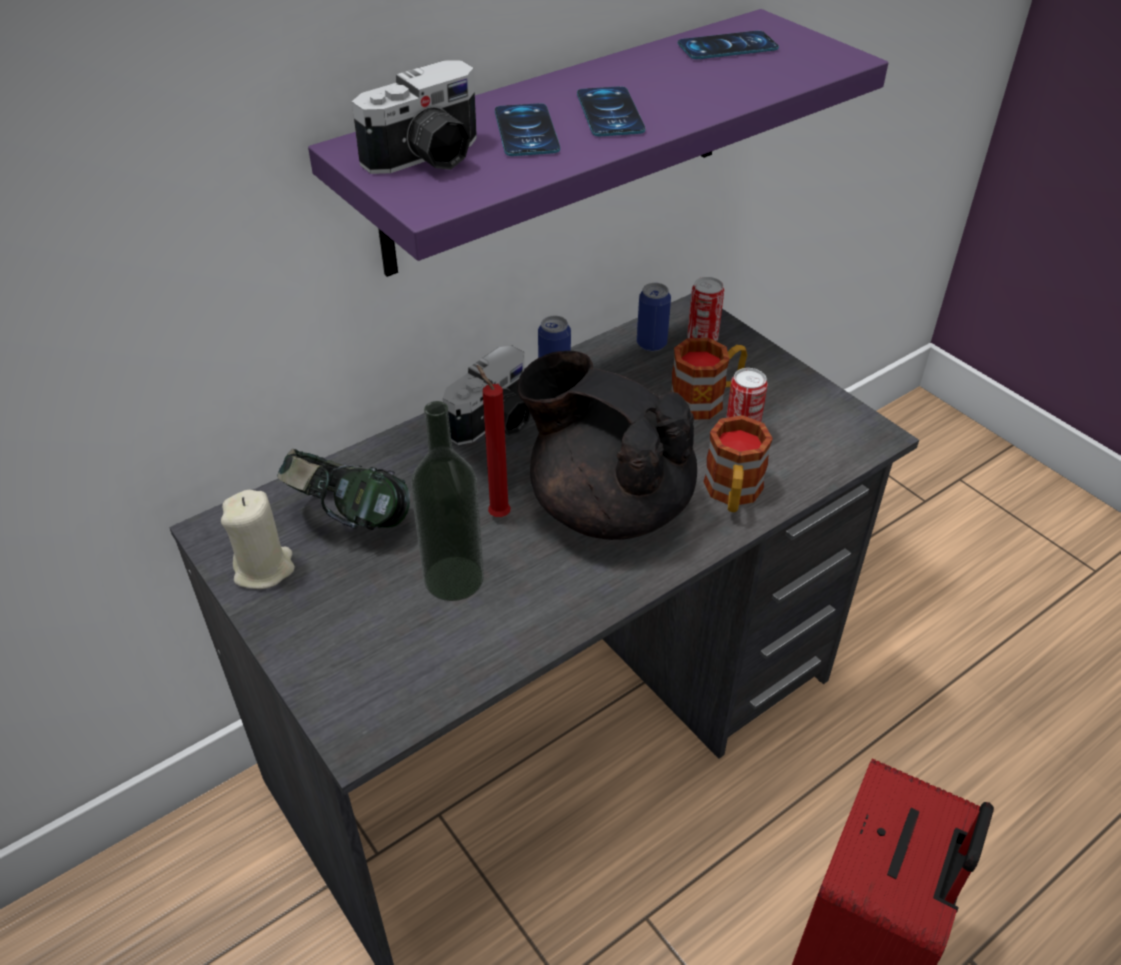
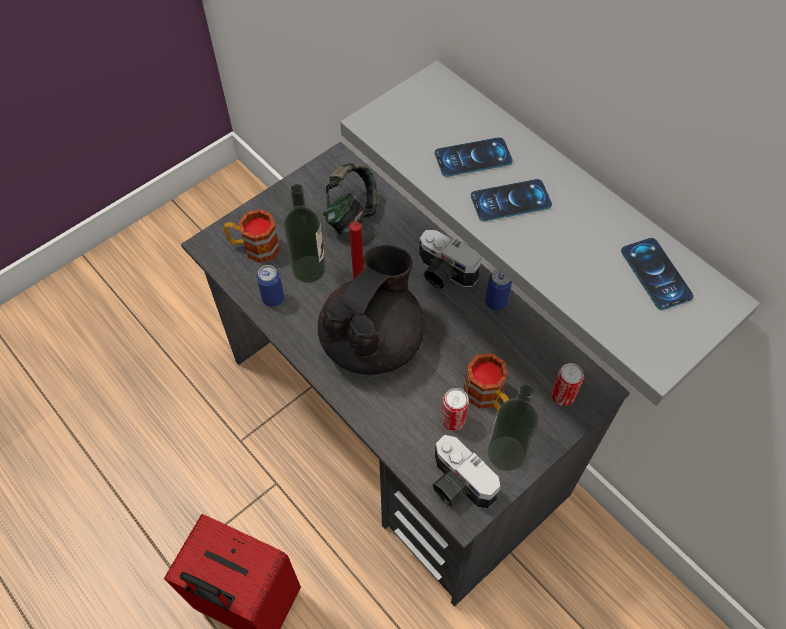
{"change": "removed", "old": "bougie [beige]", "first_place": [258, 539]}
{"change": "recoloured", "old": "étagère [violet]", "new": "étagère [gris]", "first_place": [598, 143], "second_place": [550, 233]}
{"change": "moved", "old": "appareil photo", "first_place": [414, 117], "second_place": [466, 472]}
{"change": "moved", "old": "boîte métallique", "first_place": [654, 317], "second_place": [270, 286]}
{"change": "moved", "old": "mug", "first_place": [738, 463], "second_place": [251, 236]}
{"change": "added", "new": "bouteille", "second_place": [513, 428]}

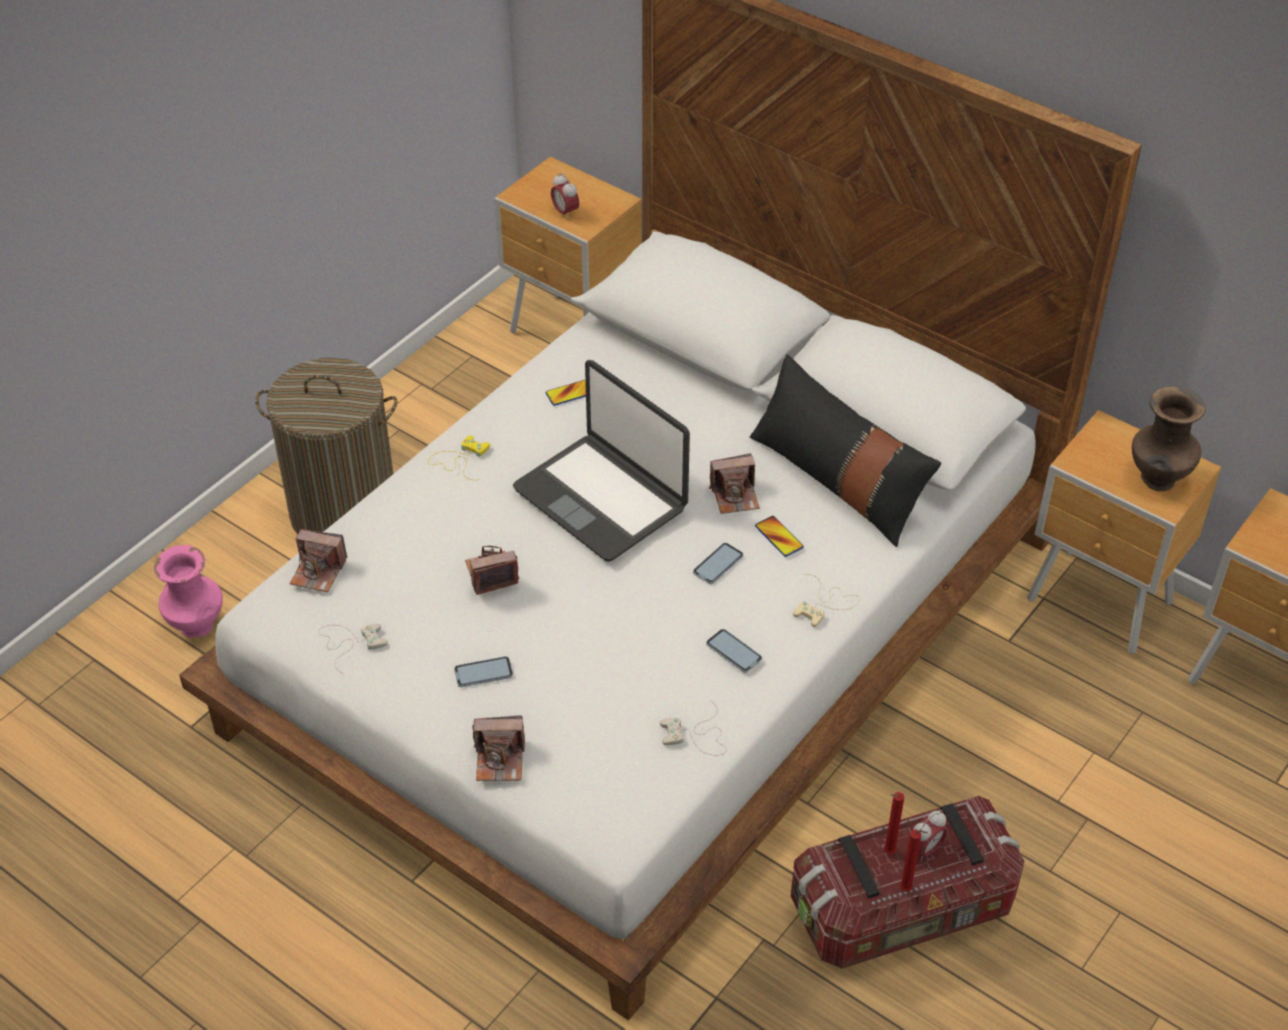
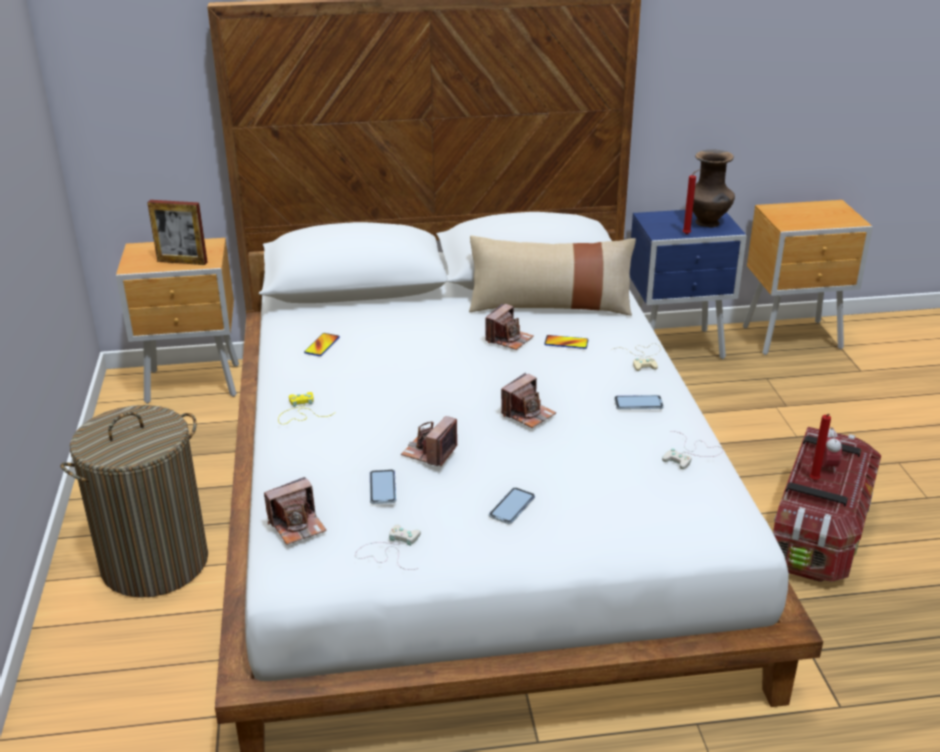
{"change": "removed", "old": "vase [rose]", "first_place": [188, 591]}
{"change": "moved", "old": "appareil photo", "first_place": [498, 748], "second_place": [528, 400]}
{"change": "removed", "old": "ordinateur portable", "first_place": [601, 461]}
{"change": "replaced", "old": "réveil", "new": "cadre photo", "first_place": [565, 196], "second_place": [177, 232]}
{"change": "moved", "old": "téléphone", "first_place": [718, 563], "second_place": [383, 487]}
{"change": "recoloured", "old": "coussin [noir]", "new": "coussin [beige]", "first_place": [845, 450], "second_place": [552, 275]}
{"change": "moved", "old": "bougie [rouge]", "first_place": [914, 861], "second_place": [691, 202]}
{"change": "recoloured", "old": "table de chevet [marron]", "new": "table de chevet [bleu]", "first_place": [1124, 532], "second_place": [688, 284]}

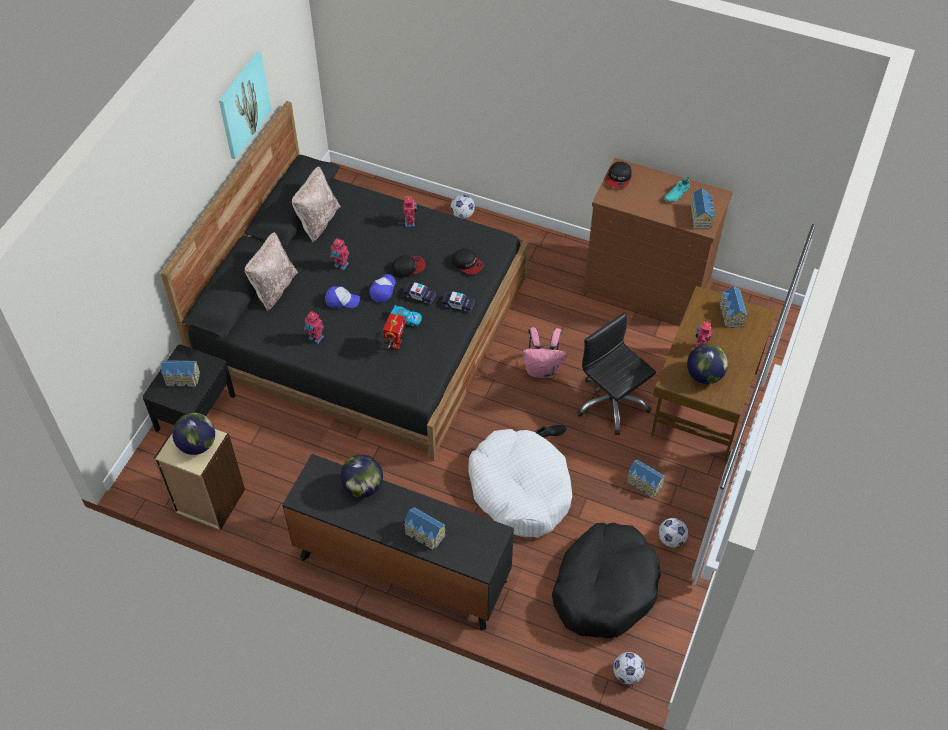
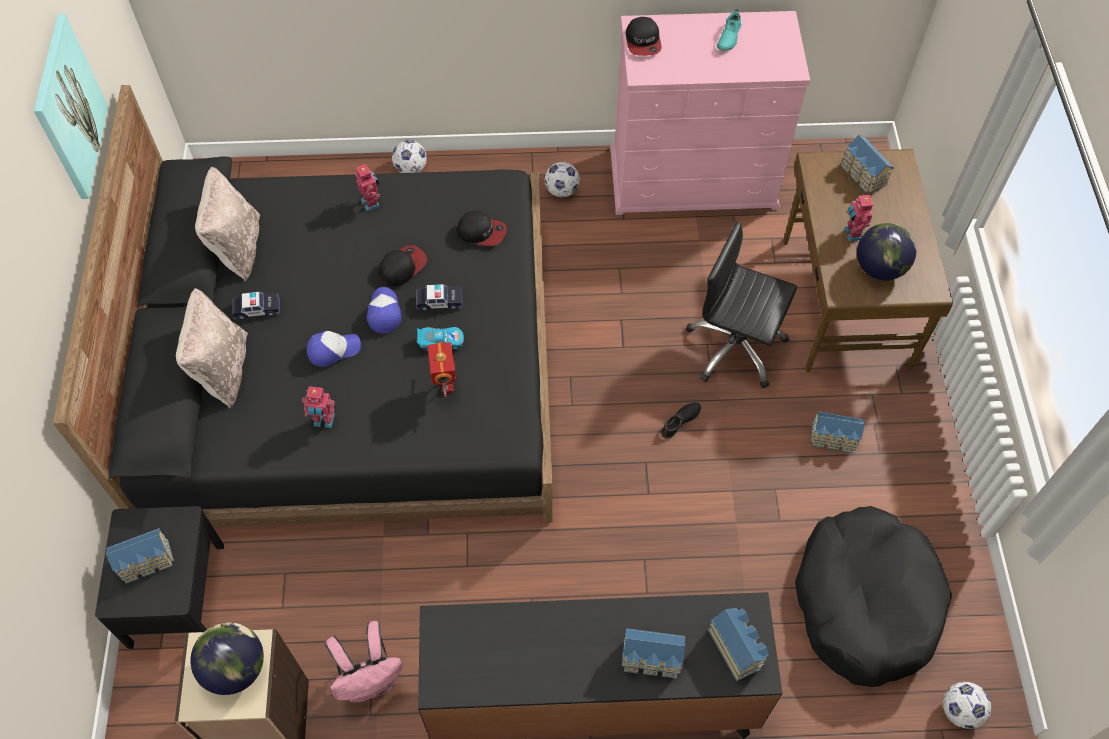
{"change": "removed", "old": "robot jouet", "first_place": [339, 254]}
{"change": "removed", "old": "globe", "first_place": [361, 476]}
{"change": "moved", "old": "petite voiture", "first_place": [458, 301], "second_place": [256, 306]}
{"change": "removed", "old": "panier pour chien [blanc]", "first_place": [520, 483]}
{"change": "moved", "old": "sac à dos [rose]", "first_place": [545, 352], "second_place": [364, 661]}
{"change": "recoloured", "old": "commode [marron]", "new": "commode [rose]", "first_place": [657, 240], "second_place": [710, 113]}
{"change": "moved", "old": "ballon de foot", "first_place": [673, 533], "second_place": [562, 180]}
{"change": "moved", "old": "maison miniature", "first_place": [702, 208], "second_place": [738, 645]}

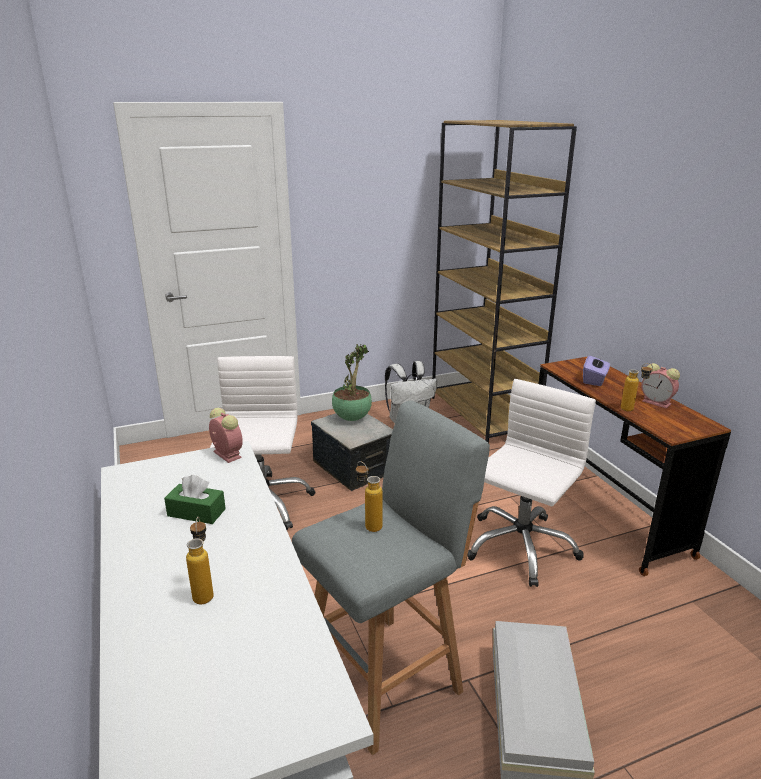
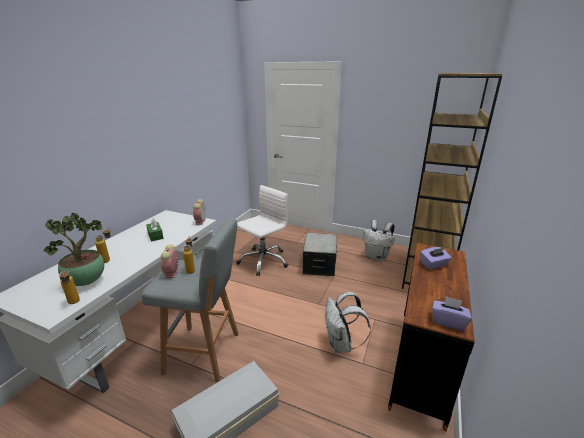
{"change": "moved", "old": "plante en pot", "first_place": [352, 382], "second_place": [73, 249]}
{"change": "replaced", "old": "chaise de bureau [blanc]", "new": "sac à dos [blanc]", "first_place": [531, 483], "second_place": [348, 322]}
{"change": "moved", "old": "bouteille", "first_place": [637, 387], "second_place": [69, 287]}
{"change": "moved", "old": "réveil", "first_place": [660, 386], "second_place": [170, 261]}
{"change": "added", "new": "boîte à mouchoirs [violet]", "second_place": [452, 313]}

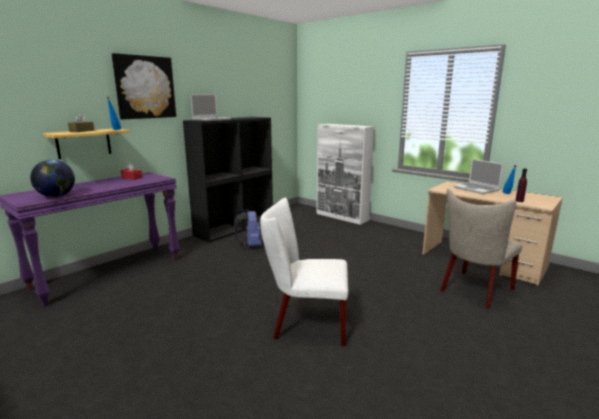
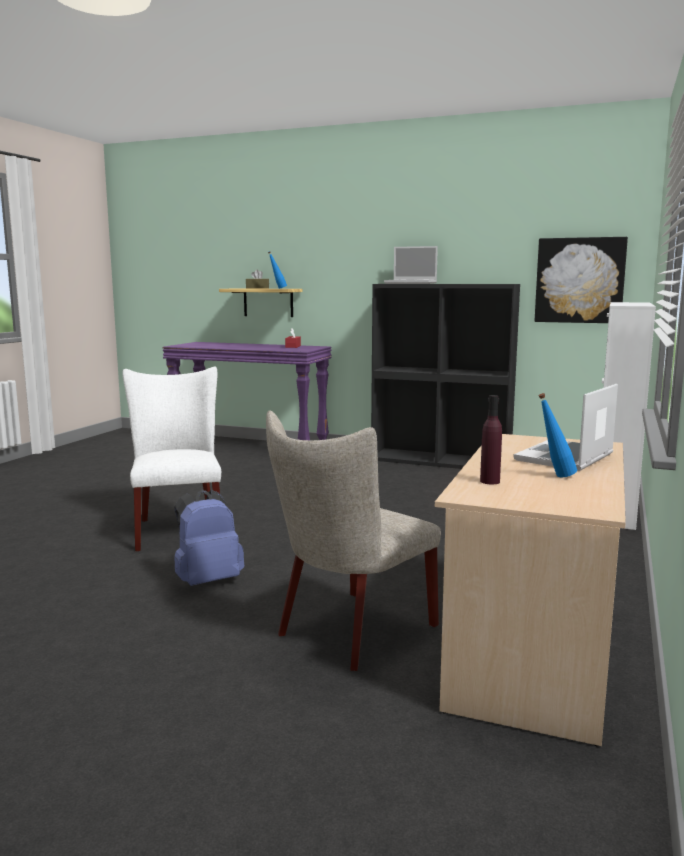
{"change": "removed", "old": "globe", "first_place": [52, 178]}
{"change": "moved", "old": "tableau", "first_place": [144, 86], "second_place": [581, 280]}
{"change": "moved", "old": "sac à dos [bleu]", "first_place": [247, 228], "second_place": [209, 538]}
{"change": "turned", "old": "chaise [beige]", "first_place": [481, 249], "second_place": [353, 540], "degrees": -75}

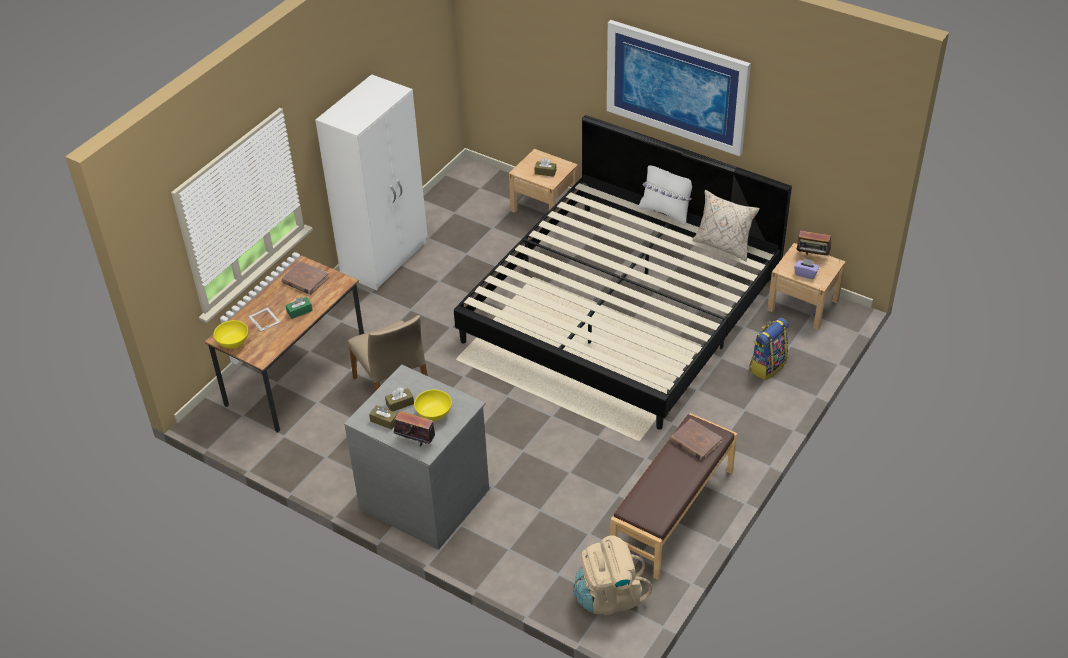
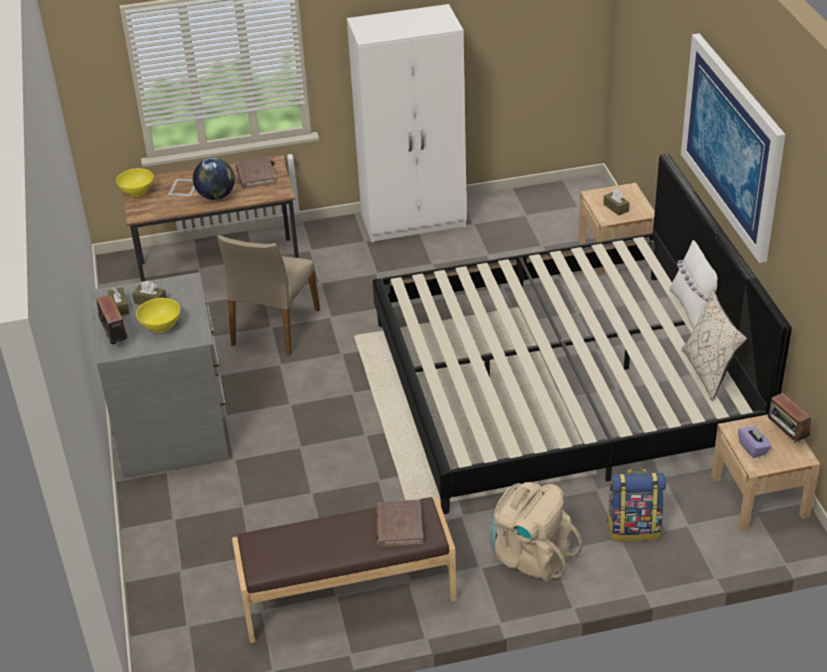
{"change": "replaced", "old": "boîte à mouchoirs [vert]", "new": "globe", "first_place": [299, 308], "second_place": [214, 179]}
{"change": "moved", "old": "sac à dos [beige]", "first_place": [612, 575], "second_place": [536, 532]}

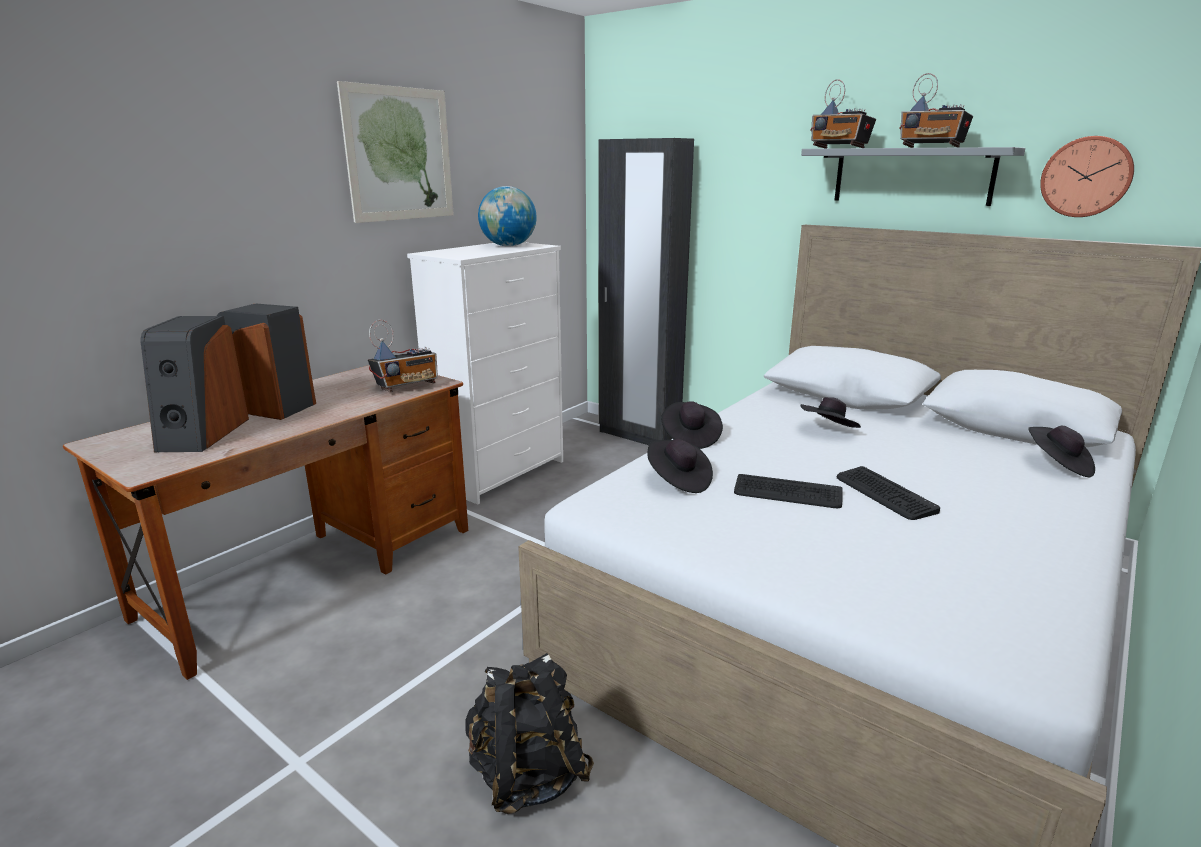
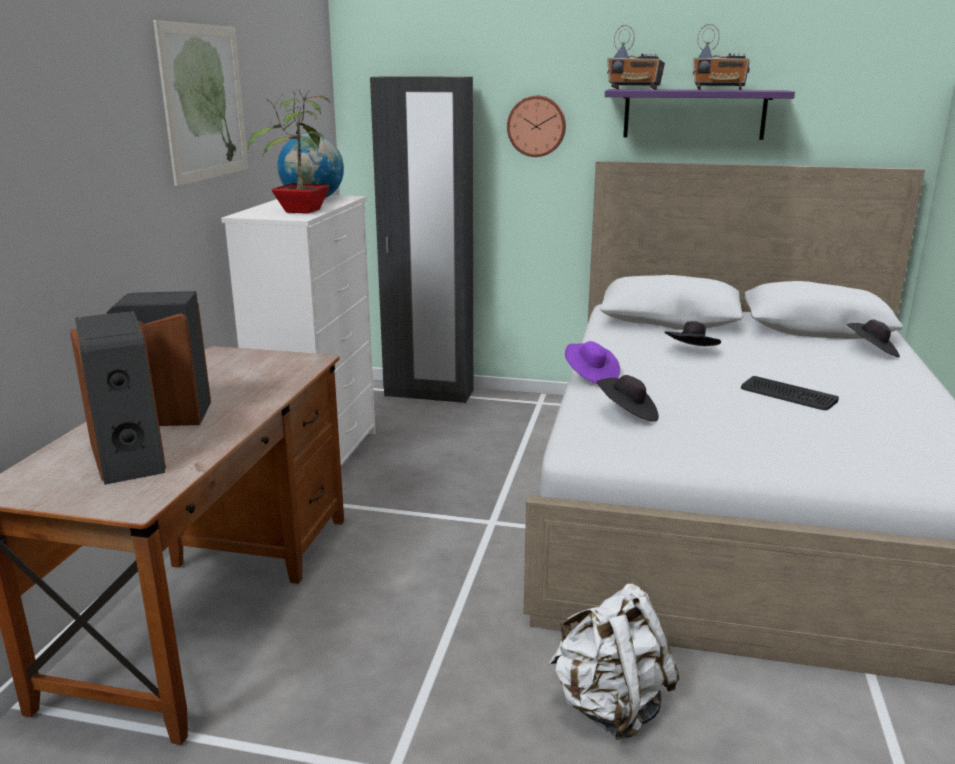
{"change": "removed", "old": "radio", "first_place": [403, 356]}
{"change": "recoloured", "old": "sac à dos [noir]", "new": "sac à dos [blanc]", "first_place": [529, 733], "second_place": [614, 662]}
{"change": "recoloured", "old": "chapeau [noir]", "new": "chapeau [violet]", "first_place": [692, 425], "second_place": [592, 362]}
{"change": "removed", "old": "clavier", "first_place": [788, 491]}
{"change": "recoloured", "old": "étagère [gris]", "new": "étagère [violet]", "first_place": [913, 176], "second_place": [700, 114]}
{"change": "moved", "old": "horloge murale", "first_place": [1087, 176], "second_place": [536, 126]}
{"change": "added", "new": "plante en pot", "second_place": [289, 152]}

